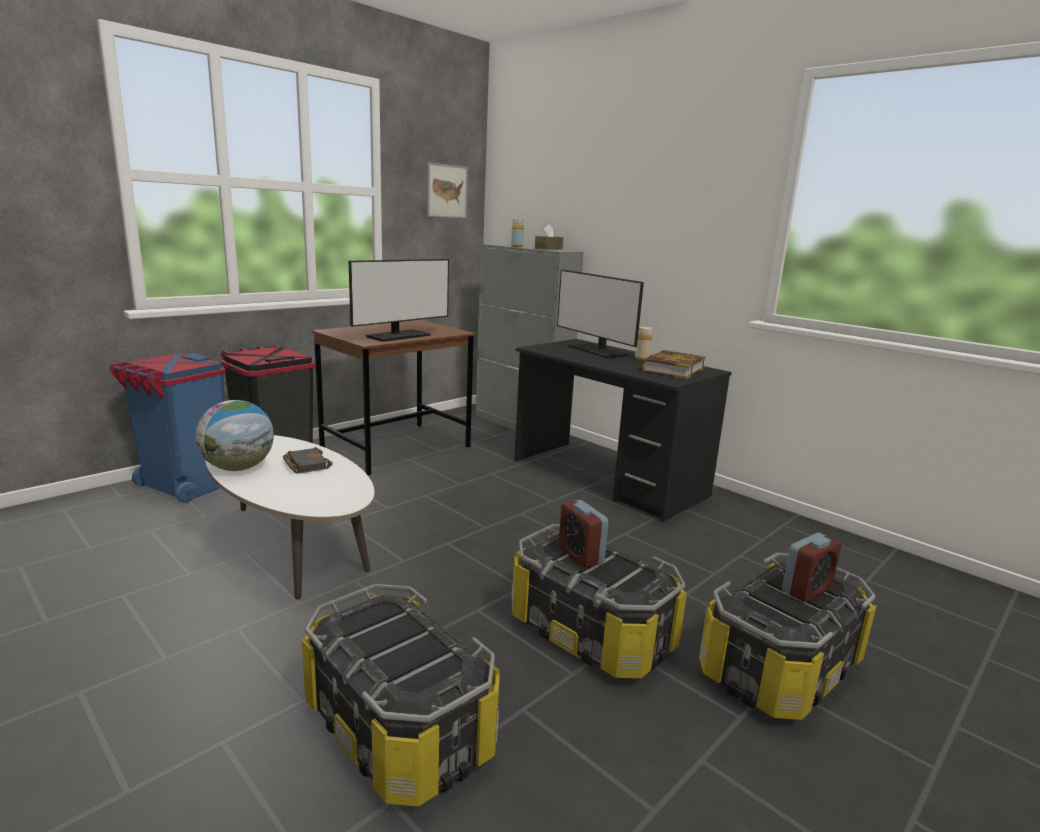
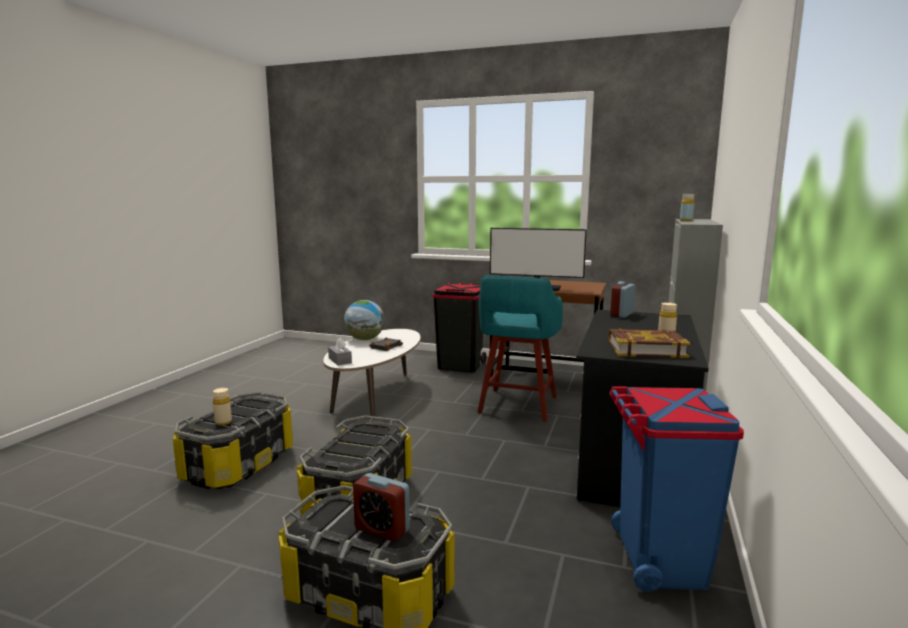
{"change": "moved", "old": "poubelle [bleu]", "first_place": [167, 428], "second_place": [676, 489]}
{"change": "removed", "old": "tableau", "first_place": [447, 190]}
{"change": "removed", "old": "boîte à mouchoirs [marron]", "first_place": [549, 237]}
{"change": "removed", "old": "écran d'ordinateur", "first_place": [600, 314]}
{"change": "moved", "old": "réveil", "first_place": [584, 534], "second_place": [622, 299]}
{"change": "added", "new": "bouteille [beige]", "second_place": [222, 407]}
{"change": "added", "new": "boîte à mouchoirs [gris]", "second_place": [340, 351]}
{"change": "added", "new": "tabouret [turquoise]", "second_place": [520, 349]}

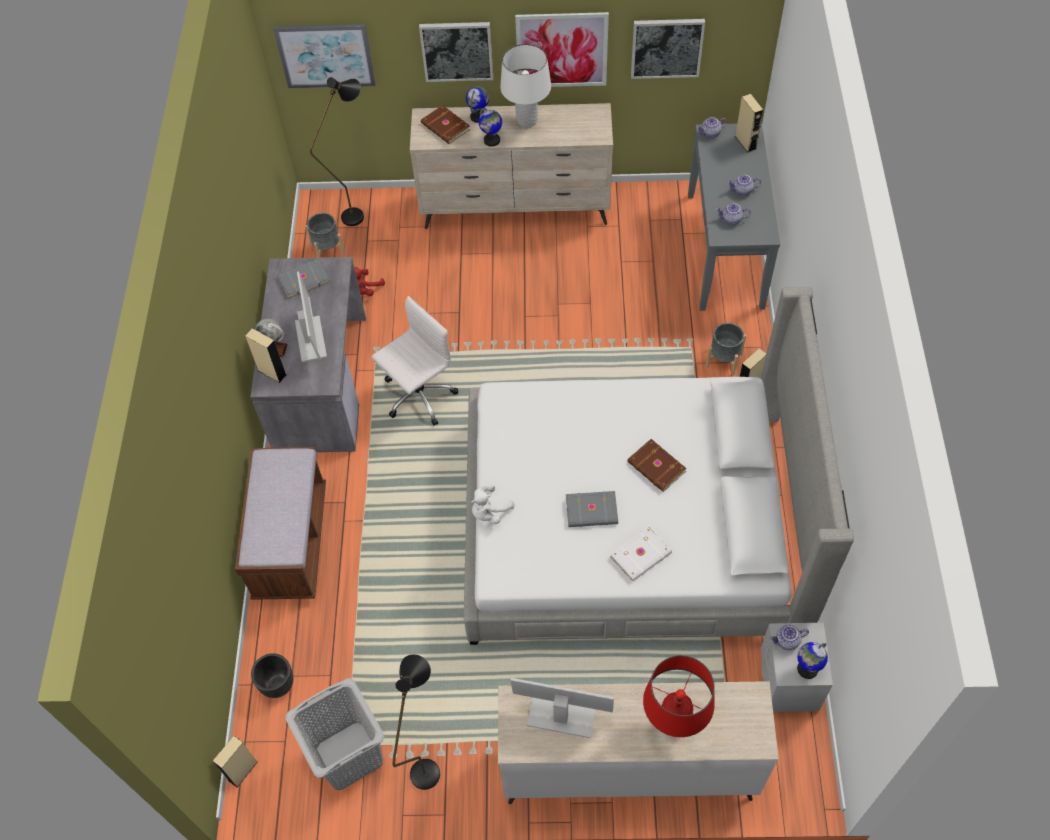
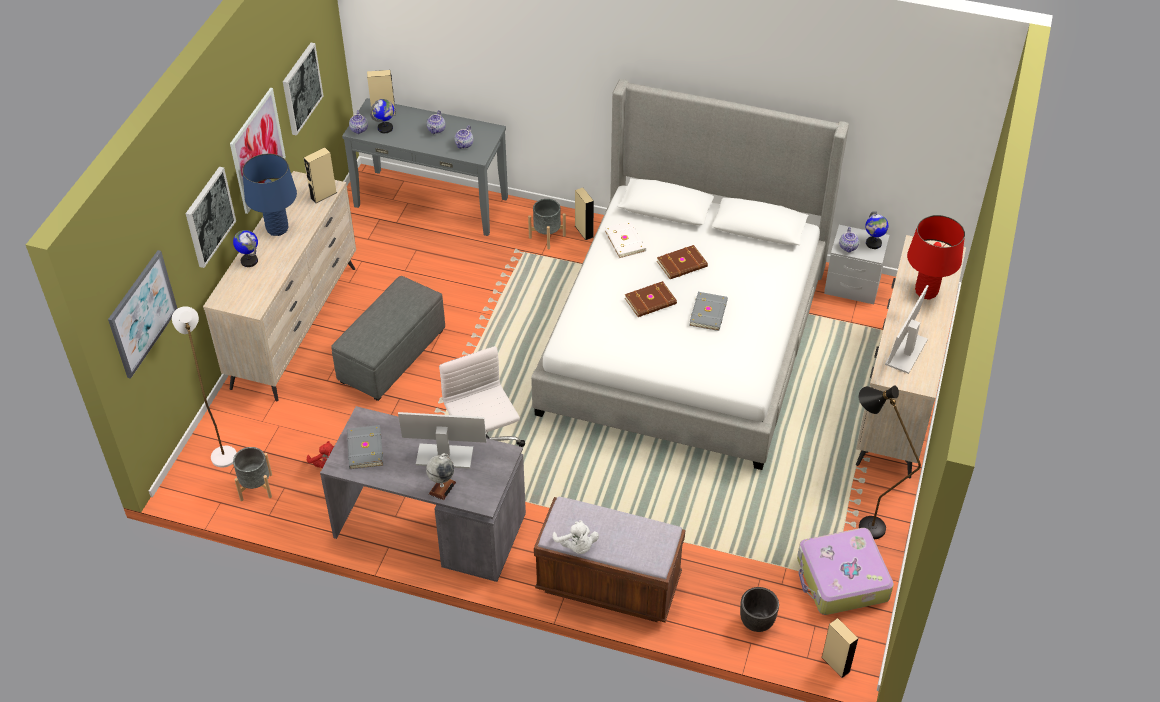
{"change": "moved", "old": "enceinte [beige]", "first_place": [265, 355], "second_place": [320, 175]}
{"change": "replaced", "old": "panier à linge [gris]", "new": "valise", "first_place": [335, 734], "second_place": [845, 571]}
{"change": "recoloured", "old": "lampadaire [noir]", "new": "lampadaire [blanc]", "first_place": [337, 151], "second_place": [204, 387]}
{"change": "moved", "old": "livre [marron]", "first_place": [445, 124], "second_place": [651, 299]}
{"change": "moved", "old": "peluche [blanc]", "first_place": [492, 504], "second_place": [575, 537]}
{"change": "moved", "old": "globe", "first_place": [490, 127], "second_place": [382, 116]}
{"change": "recoloured", "old": "lampe de table [blanc]", "new": "lampe de table [bleu]", "first_place": [525, 85], "second_place": [269, 195]}
{"change": "moved", "old": "livre [blanc]", "first_place": [641, 554], "second_place": [625, 239]}
{"change": "added", "new": "pouf [gris]", "second_place": [388, 338]}

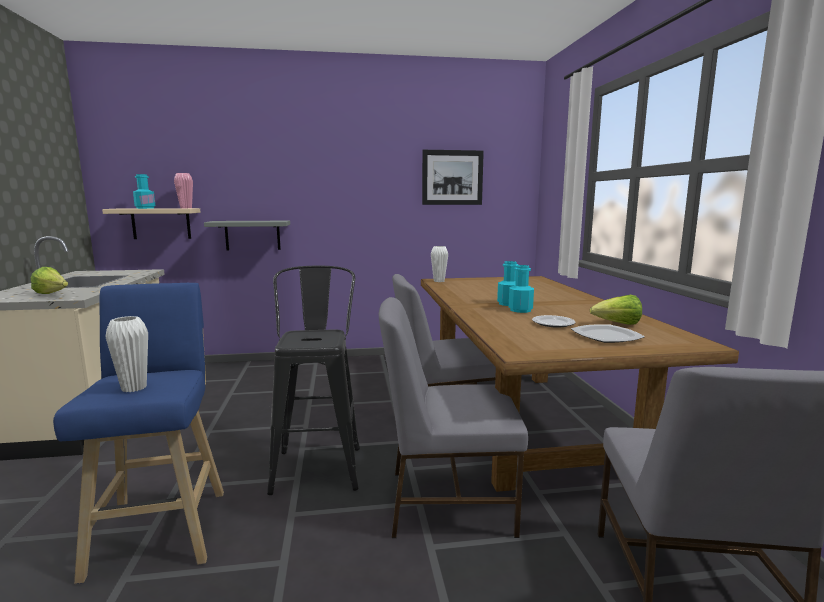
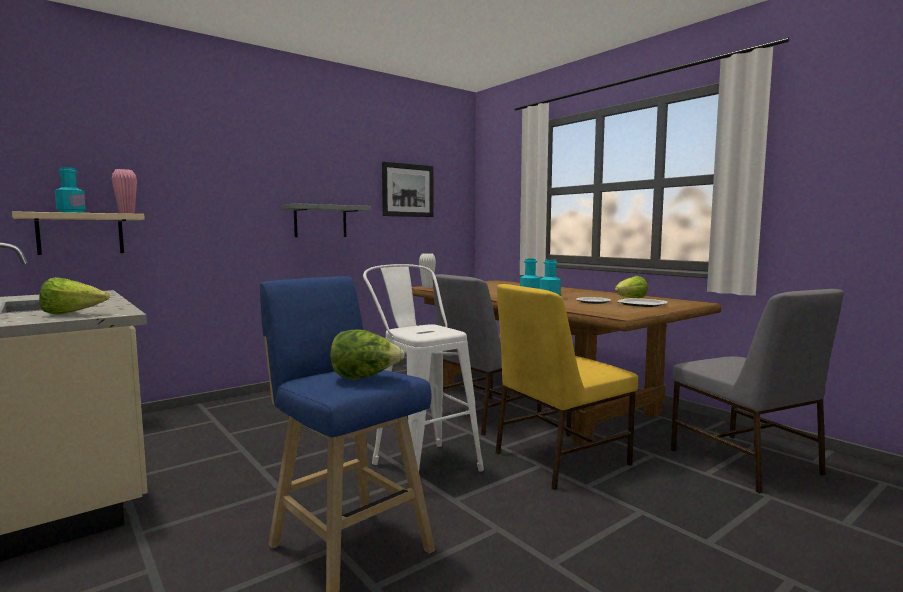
{"change": "replaced", "old": "vase [blanc]", "new": "laitue", "first_place": [127, 354], "second_place": [367, 354]}
{"change": "moved", "old": "étagère [gris]", "first_place": [247, 236], "second_place": [326, 220]}
{"change": "recoloured", "old": "tabouret [noir]", "new": "tabouret [blanc]", "first_place": [313, 380], "second_place": [423, 368]}
{"change": "recoloured", "old": "chaise [gris]", "new": "chaise [jaune]", "first_place": [453, 417], "second_place": [567, 387]}

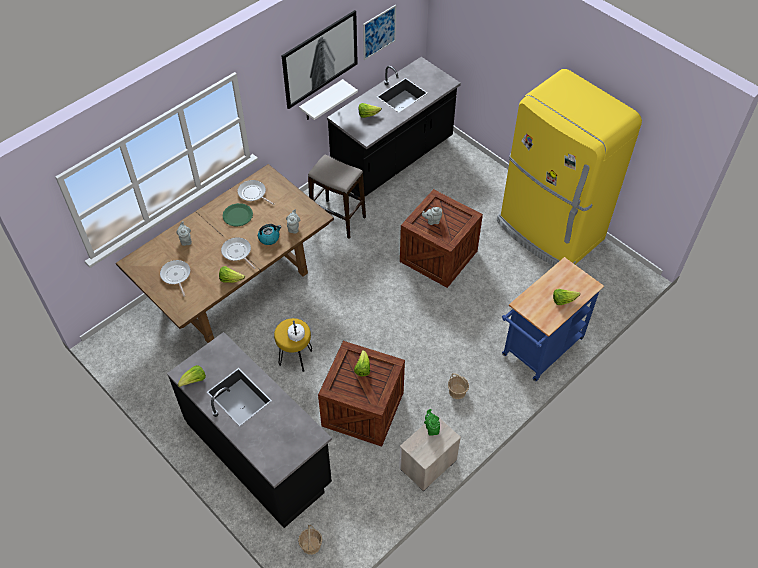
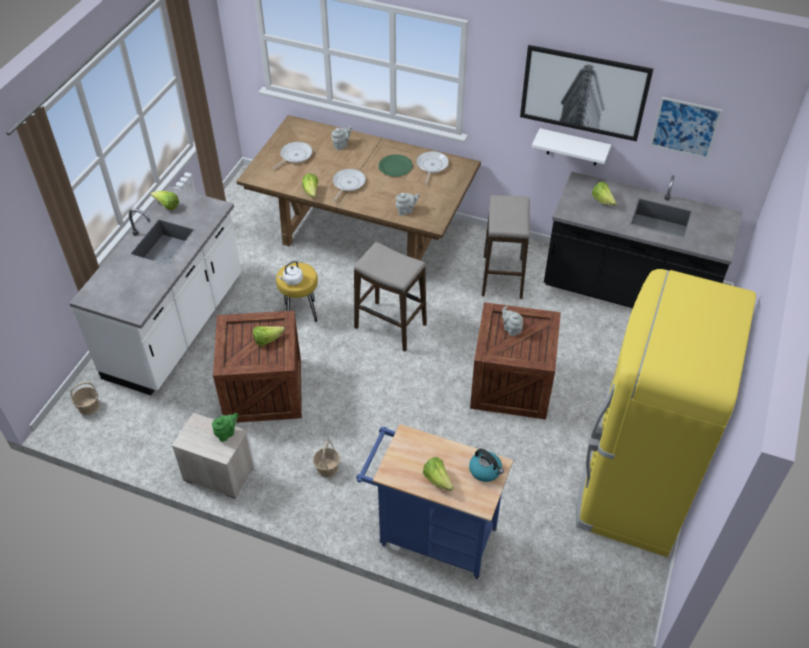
{"change": "recoloured", "old": "comptoir de cuisine [noir]", "new": "comptoir de cuisine [blanc]", "first_place": [249, 430], "second_place": [155, 290]}
{"change": "moved", "old": "bouilloire", "first_place": [269, 234], "second_place": [486, 465]}
{"change": "added", "new": "tabouret", "second_place": [390, 297]}

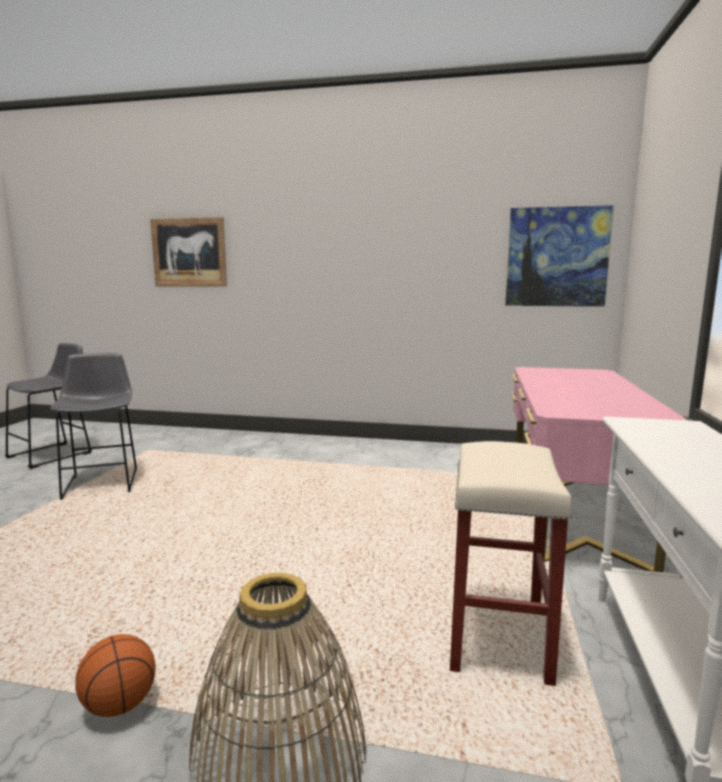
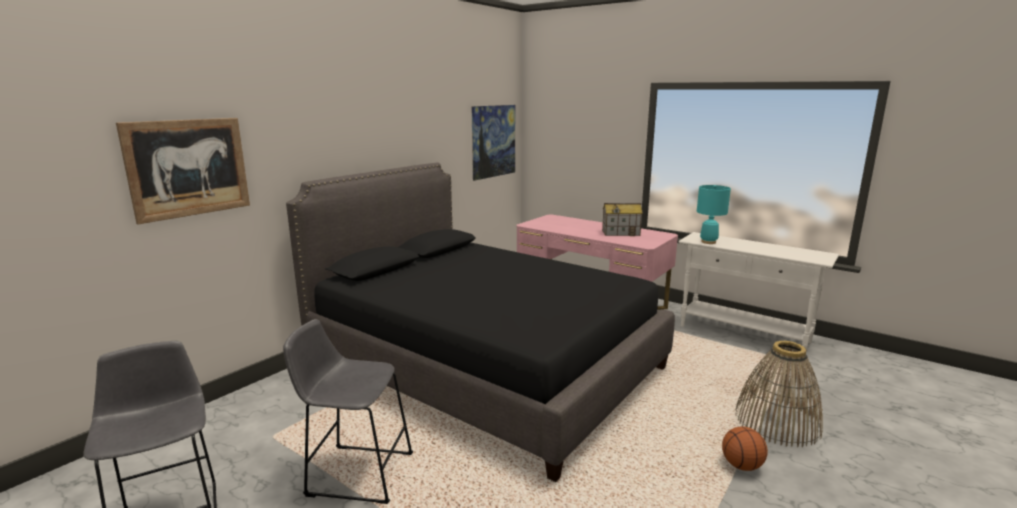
{"change": "removed", "old": "tabouret [beige]", "first_place": [511, 563]}
{"change": "added", "new": "lit [noir]", "second_place": [480, 322]}
{"change": "added", "new": "maison miniature", "second_place": [622, 219]}
{"change": "added", "new": "lampe de table [turquoise]", "second_place": [714, 214]}

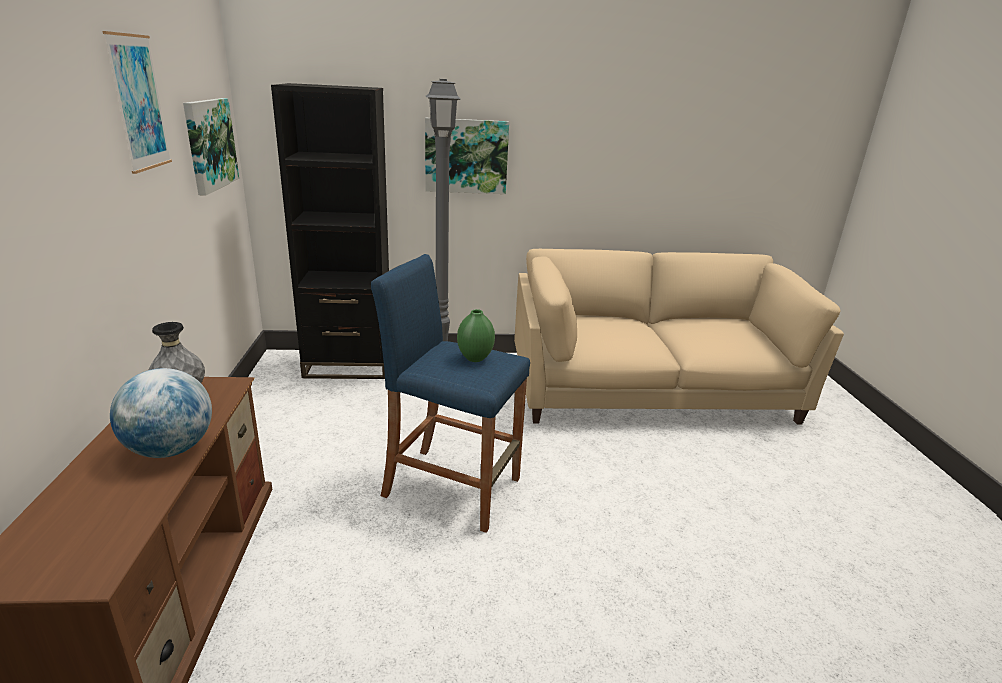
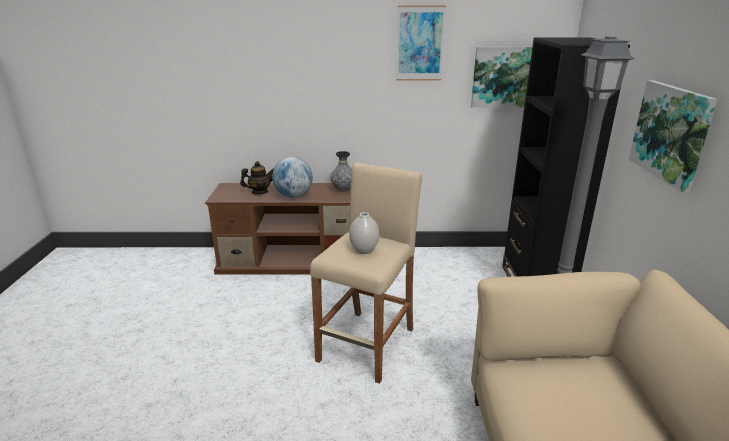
{"change": "recoloured", "old": "tabouret [bleu]", "new": "tabouret [beige]", "first_place": [450, 393], "second_place": [366, 273]}
{"change": "recoloured", "old": "vase [vert]", "new": "vase [blanc]", "first_place": [476, 335], "second_place": [364, 233]}
{"change": "added", "new": "théière", "second_place": [257, 178]}

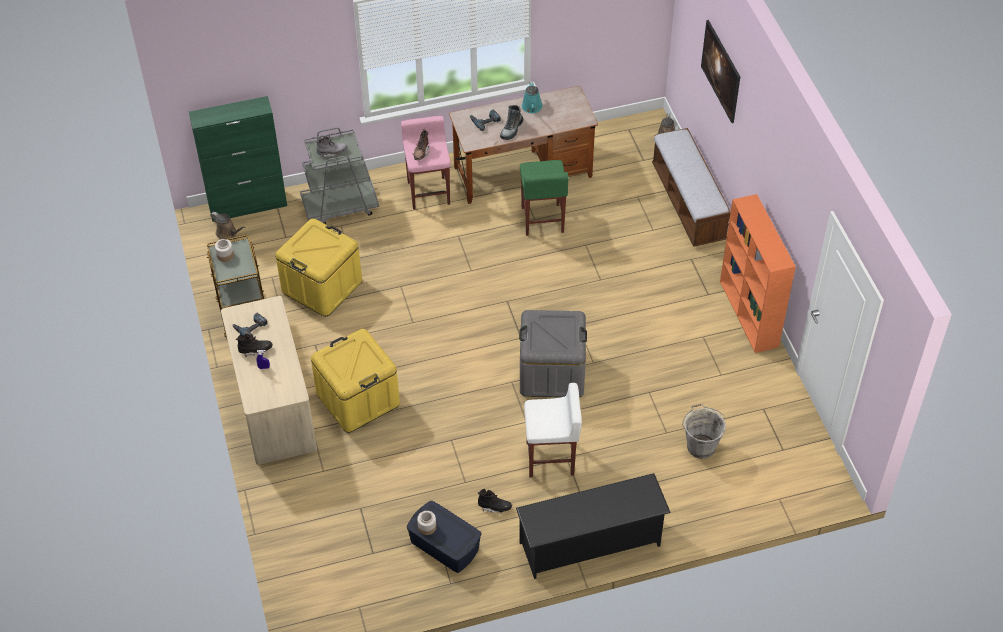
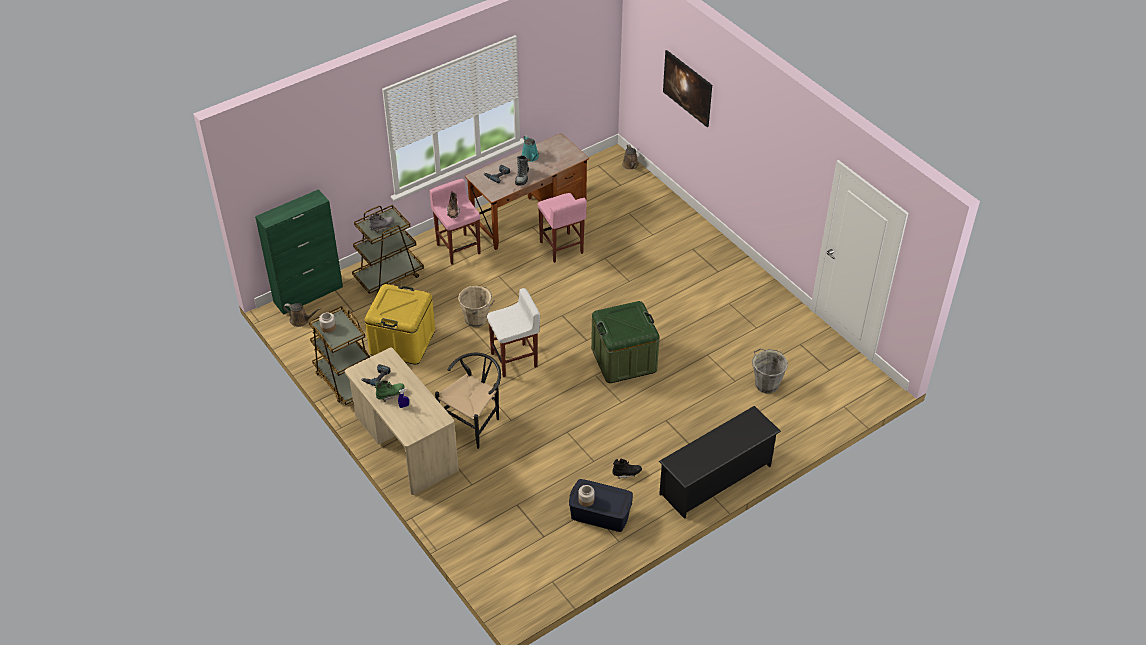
{"change": "recoloured", "old": "botte [noir]", "new": "botte [vert]", "first_place": [254, 345], "second_place": [389, 391]}
{"change": "recoloured", "old": "chariot [gris]", "new": "chariot [marron]", "first_place": [339, 175], "second_place": [388, 249]}
{"change": "replaced", "old": "boîte de rangement [jaune]", "new": "chaise [noir]", "first_place": [355, 381], "second_place": [468, 401]}
{"change": "recoloured", "old": "boîte de rangement [gris]", "new": "boîte de rangement [vert]", "first_place": [553, 353], "second_place": [625, 342]}
{"change": "recoloured", "old": "tabouret [vert]", "new": "tabouret [rose]", "first_place": [544, 198], "second_place": [562, 228]}
{"change": "moved", "old": "tabouret [blanc]", "first_place": [553, 430], "second_place": [513, 332]}
{"change": "removed", "old": "banc", "first_place": [691, 187]}
{"change": "removed", "old": "bibliothèque [orange]", "first_place": [758, 273]}
{"change": "added", "new": "seau [beige]", "second_place": [476, 306]}

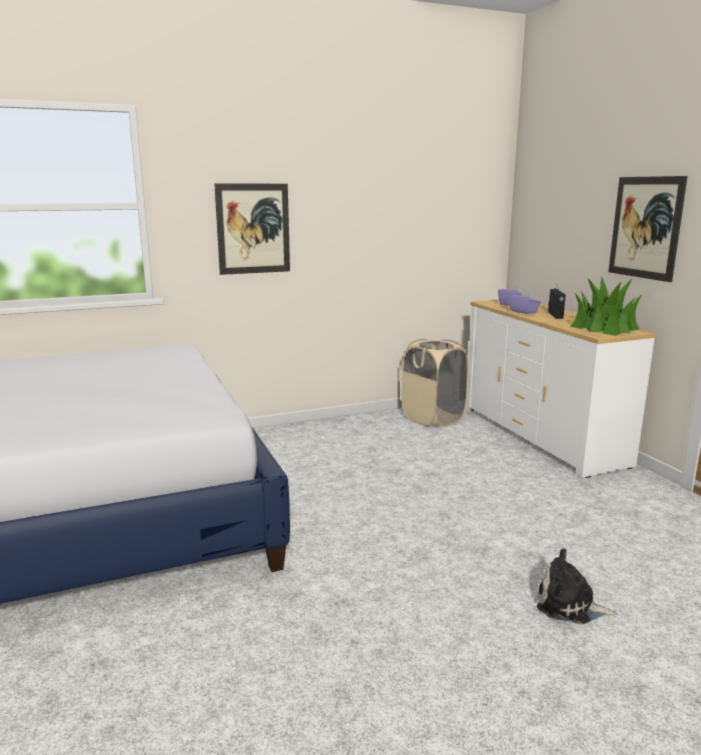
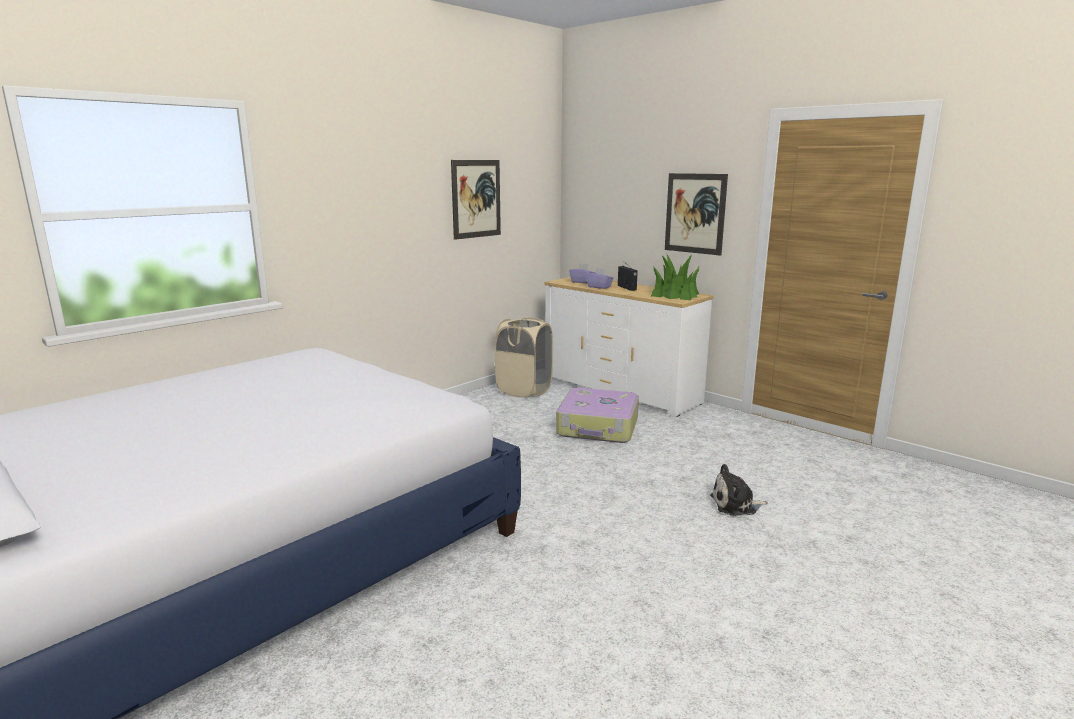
{"change": "moved", "old": "tableau", "first_place": [252, 229], "second_place": [476, 200]}
{"change": "added", "new": "valise", "second_place": [597, 415]}

